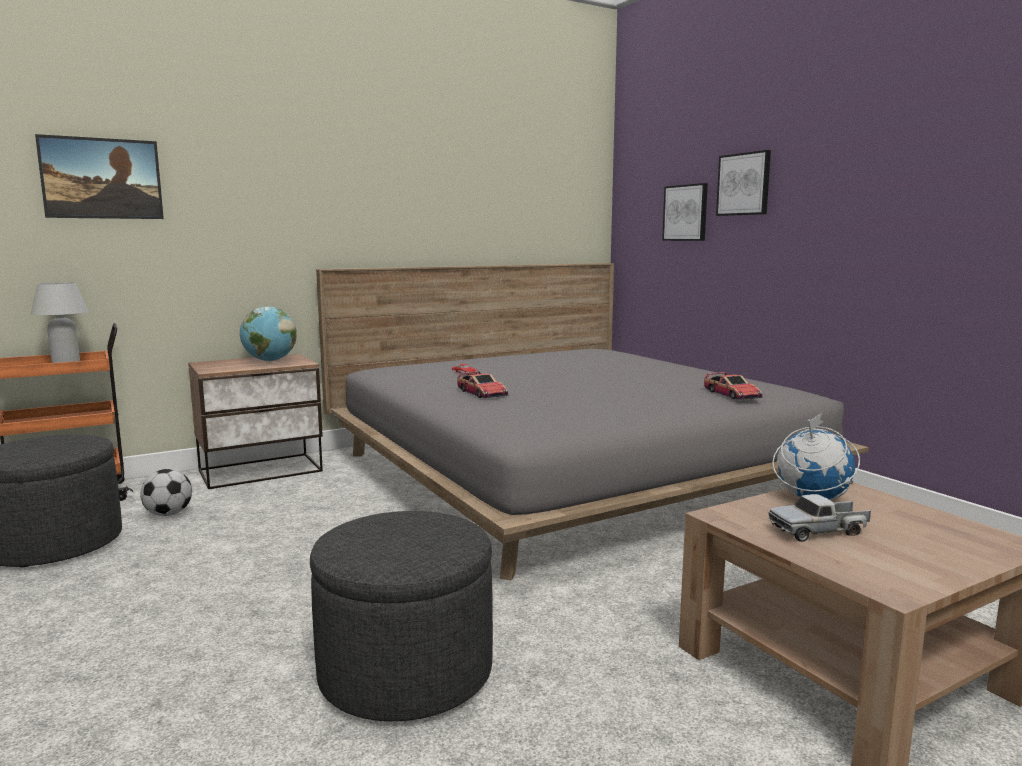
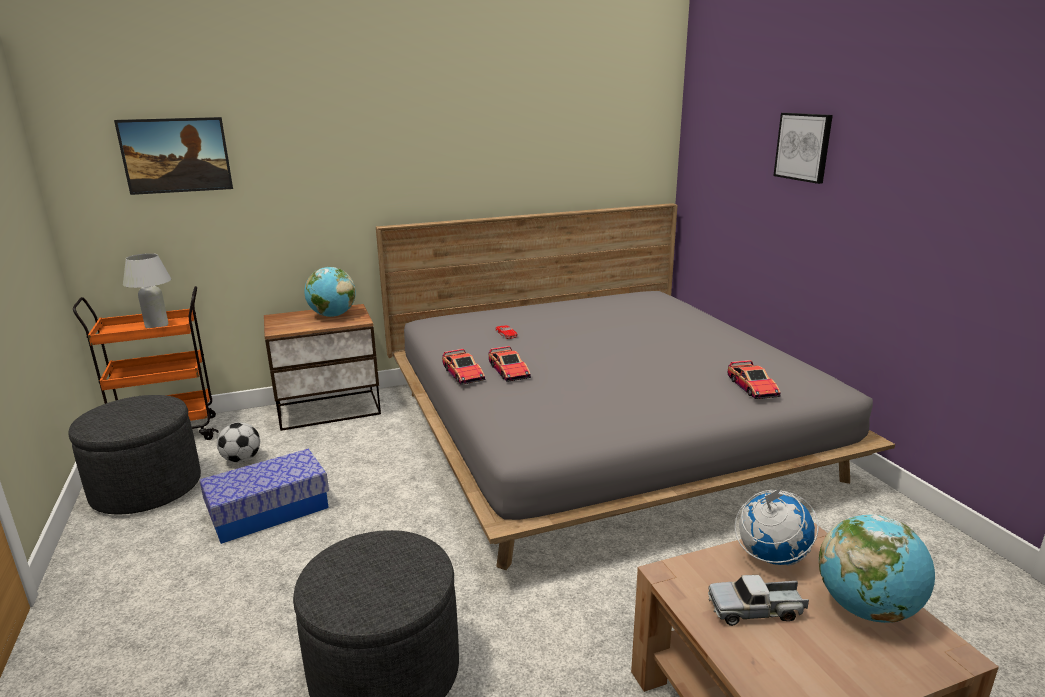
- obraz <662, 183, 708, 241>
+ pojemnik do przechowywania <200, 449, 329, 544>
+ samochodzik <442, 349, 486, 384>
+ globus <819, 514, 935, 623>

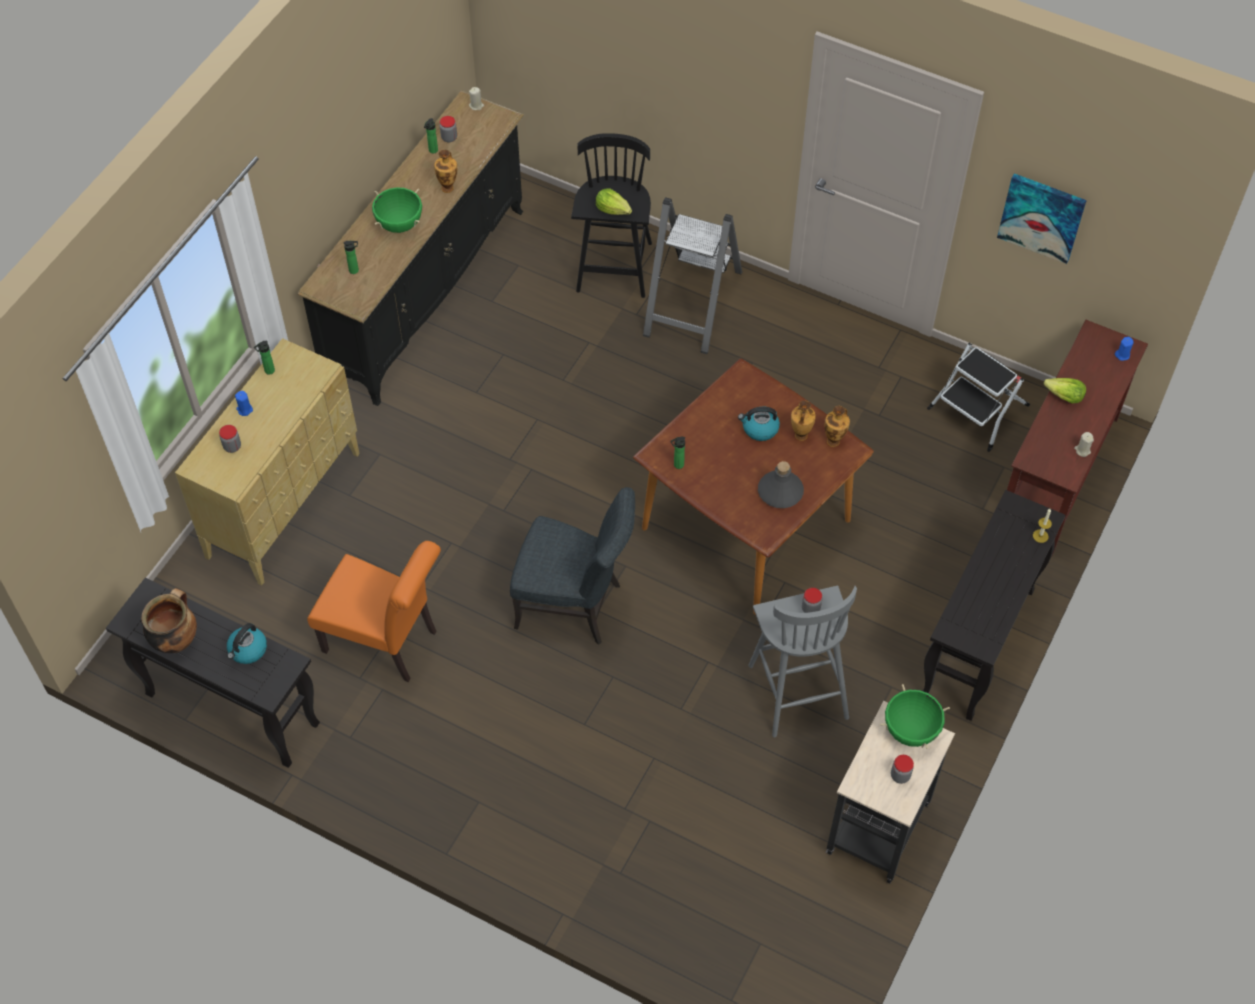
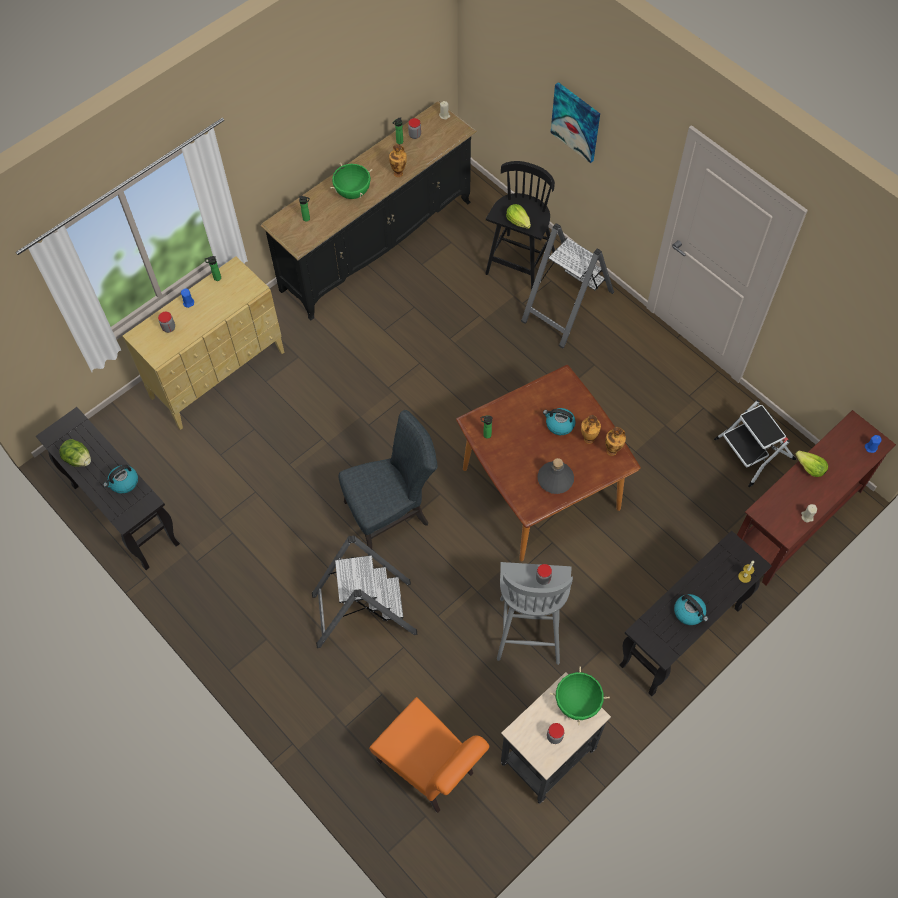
~ garnek <141, 588, 197, 653> to sałata <59, 439, 91, 467>
~ krzesło (pomarańczowy) <307, 541, 441, 682> to <369, 697, 489, 813>
~ krzesło (szary) <510, 487, 635, 645> = <338, 410, 438, 549> 60 degrees counterclockwise
~ obraz <997, 173, 1087, 264> to <551, 82, 600, 163>
+ drabinka (szary) <312, 535, 417, 648>
+ czajnik <674, 594, 708, 625>

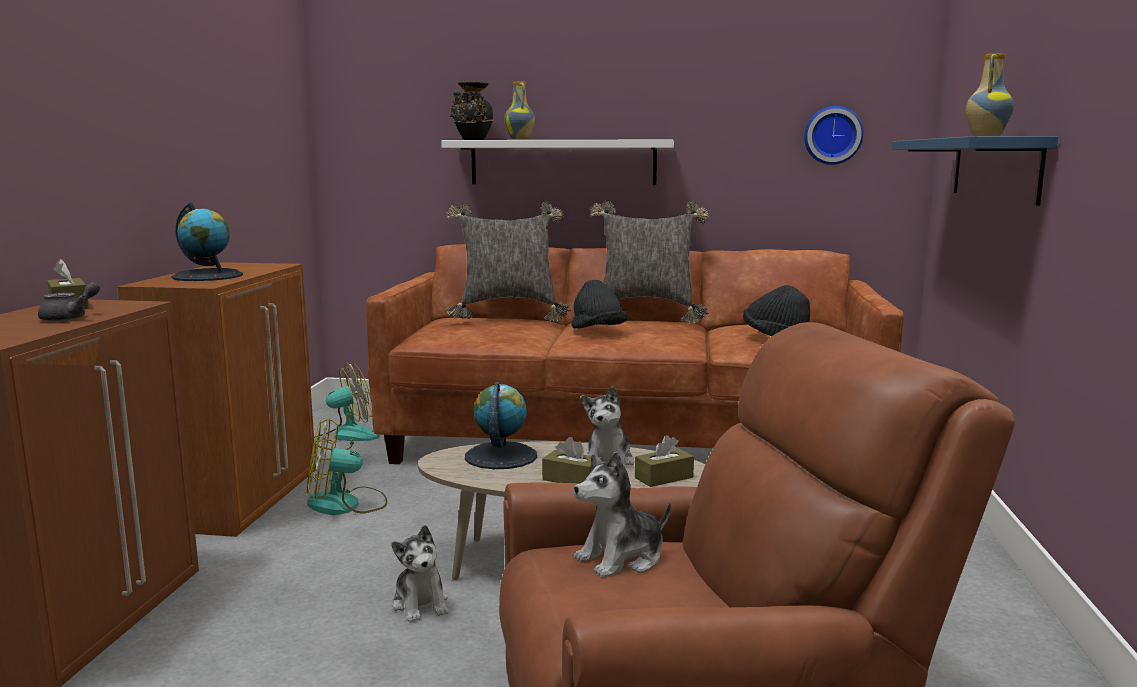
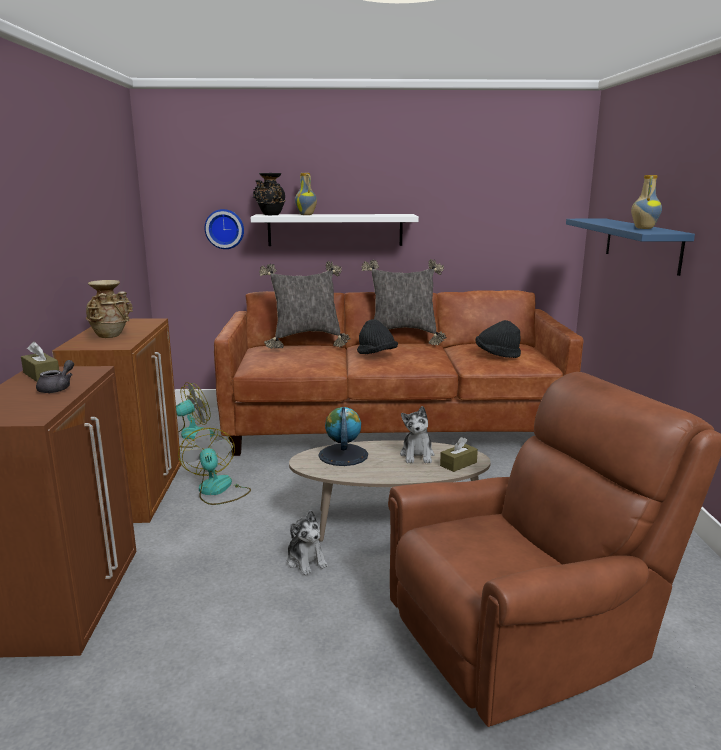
~ globus <171, 202, 243, 281> to wazon (beżowy) <86, 280, 133, 338>
~ wentylator <307, 418, 388, 515> = <178, 428, 251, 505> 90 degrees clockwise
- pudełko chusteczek (brązowy) <542, 437, 602, 484>
- pluszak <574, 452, 671, 578>
~ zegar ścienny <804, 106, 863, 165> to <205, 209, 244, 249>

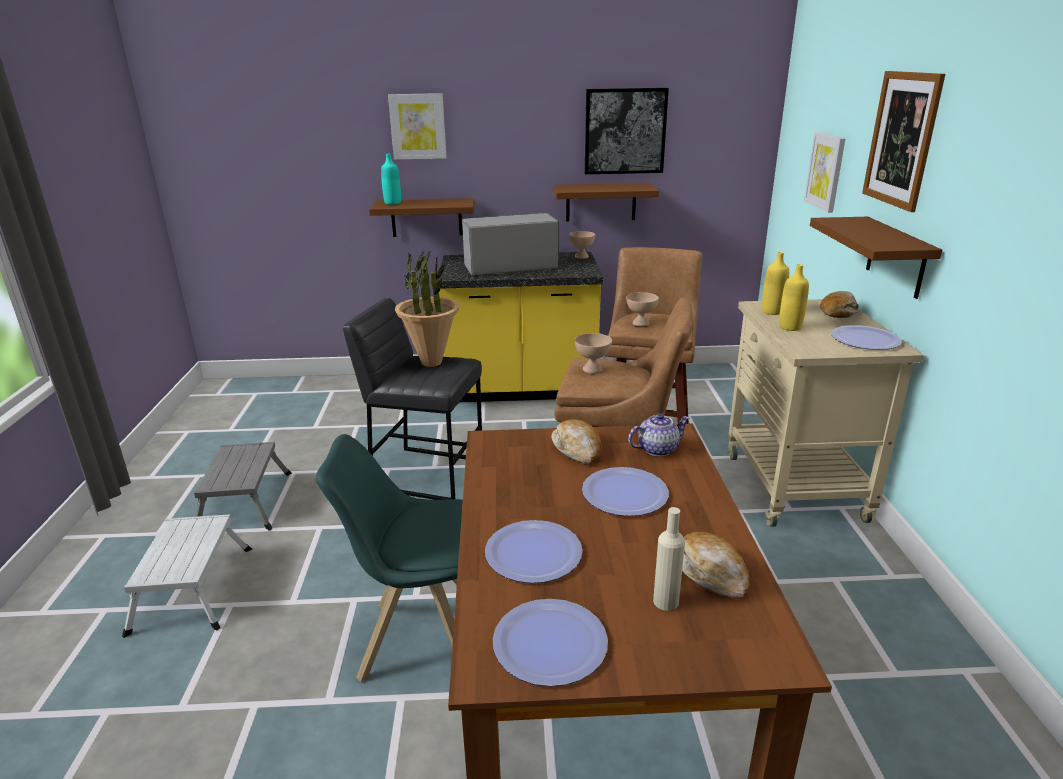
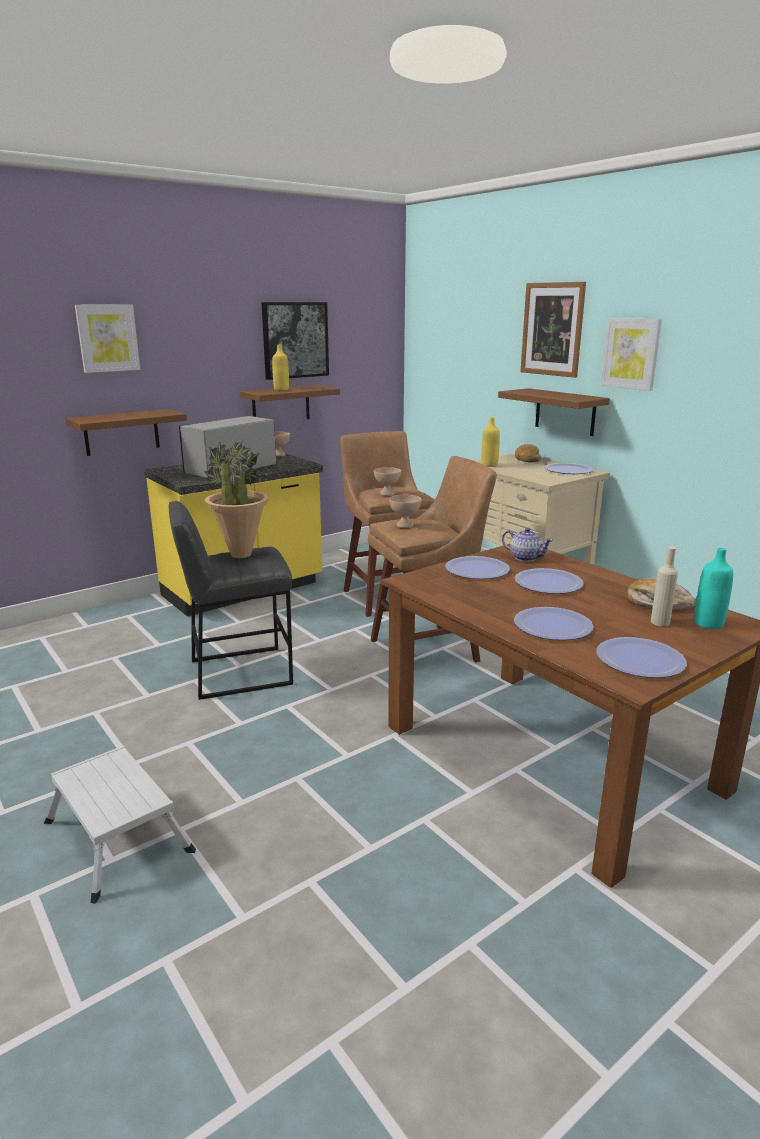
- drabinka (szary) <194, 442, 292, 531>
- krzesło (turkusowy) <316, 434, 463, 682>
~ butelka (turkusowy) <381, 154, 401, 205> to <694, 548, 733, 629>
~ chleb <551, 419, 601, 465> to talerz <445, 556, 510, 579>
~ imbryk <628, 414, 690, 456> = <502, 528, 553, 562> 90 degrees clockwise
~ butelka (żółty) <779, 264, 809, 331> to <272, 344, 289, 390>
~ obraz <804, 132, 845, 213> to <601, 318, 662, 391>

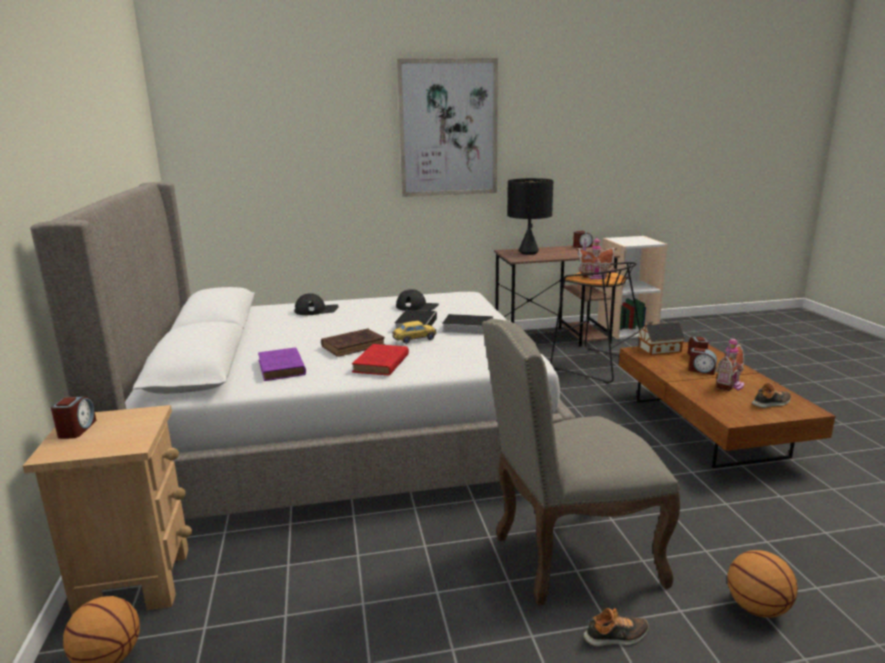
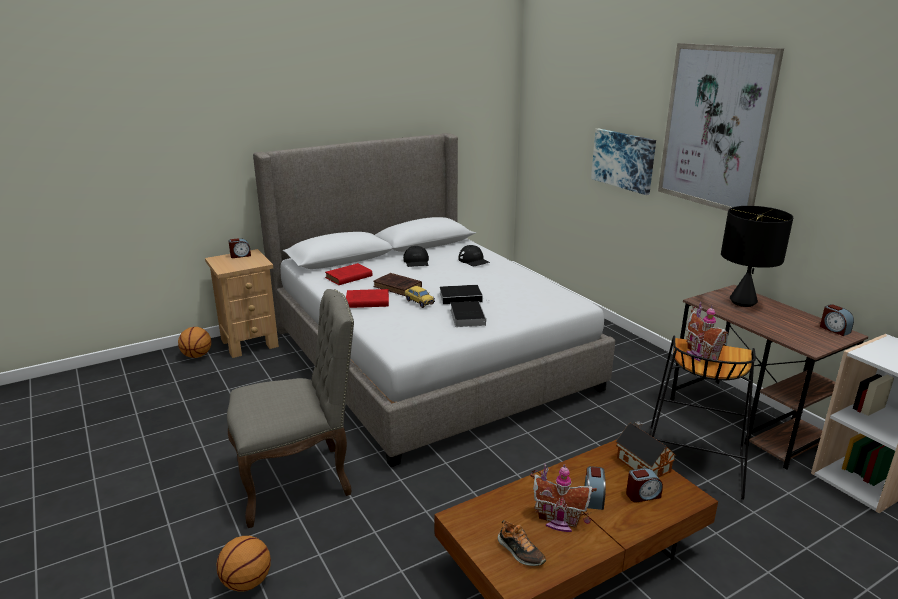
~ książka (fioletowy) <258, 347, 306, 381> to książka (czerwony) <325, 263, 372, 285>
~ czapka z daszkiem (czarny) <396, 289, 439, 311> to <403, 246, 429, 267>
~ krzesło (szary) <482, 318, 680, 606> = <227, 289, 354, 528> 105 degrees clockwise
- but <584, 608, 649, 647>
+ obraz <591, 129, 656, 195>

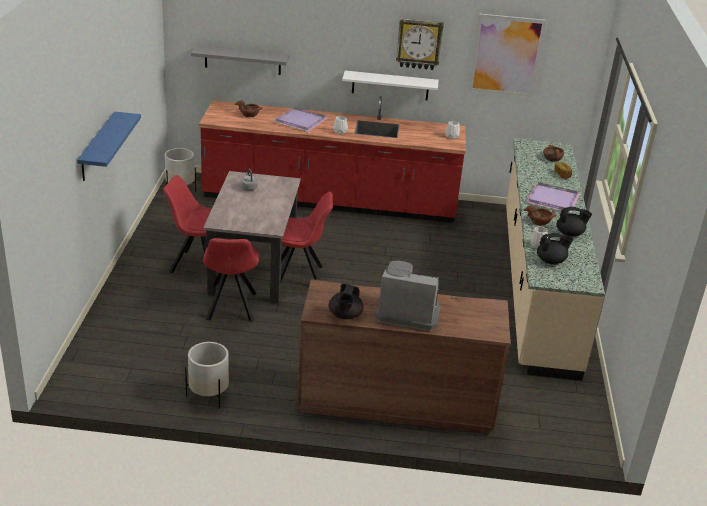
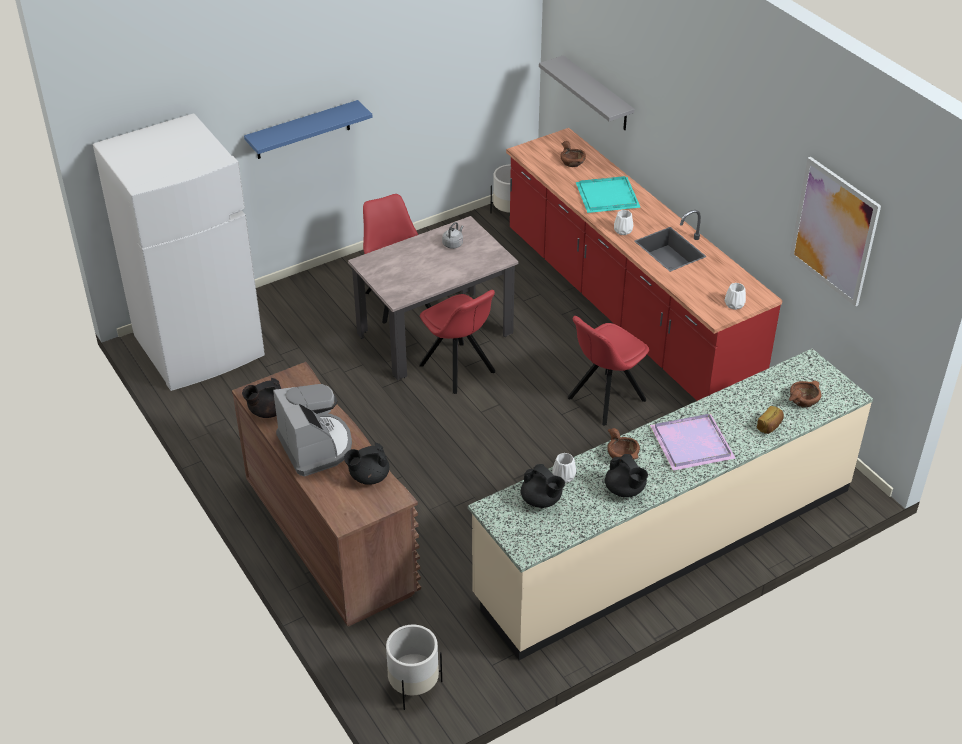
~ donica (biały) <185, 342, 229, 409> to <386, 624, 442, 710>
~ krzesło (czerwony) <203, 238, 259, 321> to <568, 316, 649, 426>
~ taca (fioletowy) <273, 107, 328, 132> to taca (turkusowy) <576, 176, 641, 213>
- półka (biały) <342, 71, 439, 101>
- zegar ścienny <396, 18, 444, 70>
+ lodówka (biały) <93, 113, 265, 391>
+ imbryk (czarny) <344, 443, 389, 485>

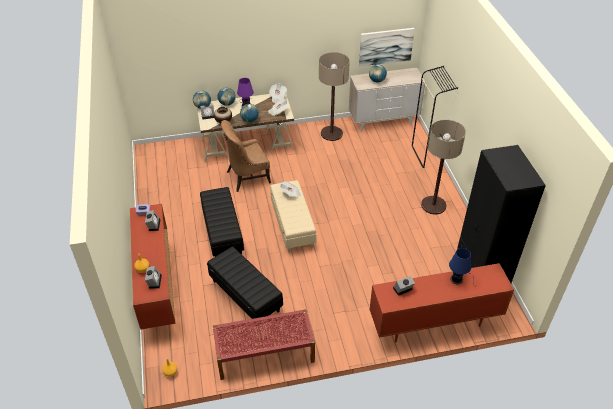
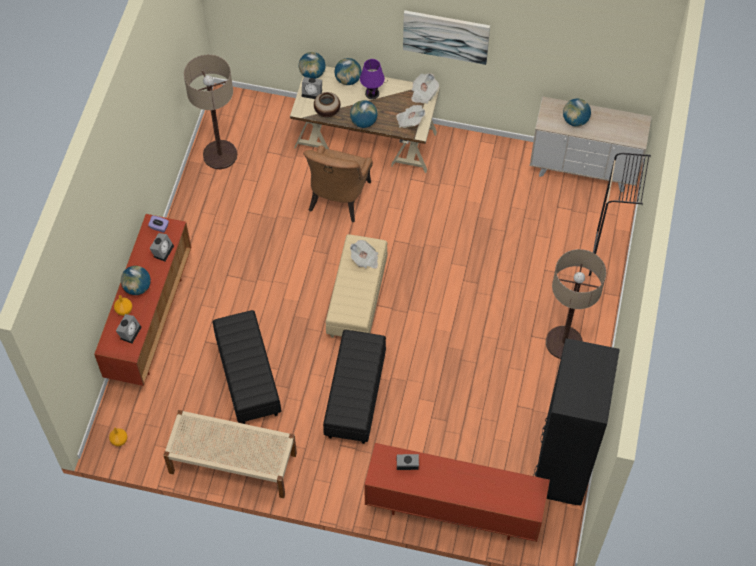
~ pufa (czarny) <200, 187, 244, 256> to <323, 330, 386, 444>
~ ławka (czerwony) <213, 309, 315, 380> to ławka (beżowy) <163, 410, 297, 498>
~ krzesło (brązowy) <221, 120, 271, 192> = <303, 146, 373, 222> 75 degrees counterclockwise
~ lampa stojąca <319, 52, 350, 141> to <184, 55, 237, 169>
~ obraz <359, 28, 415, 67> to <403, 10, 490, 65>
- lampa stołowa (niebieski) <449, 248, 474, 284>
+ globus <121, 266, 151, 295>

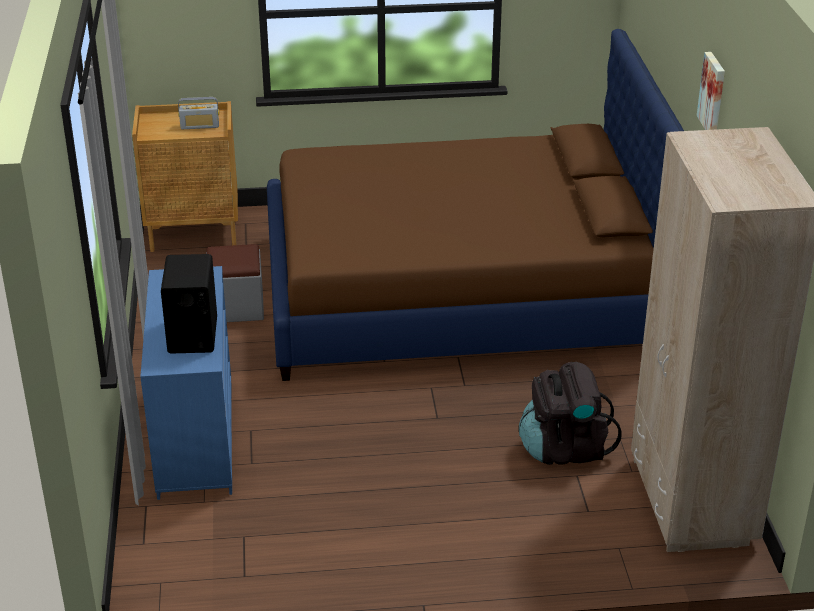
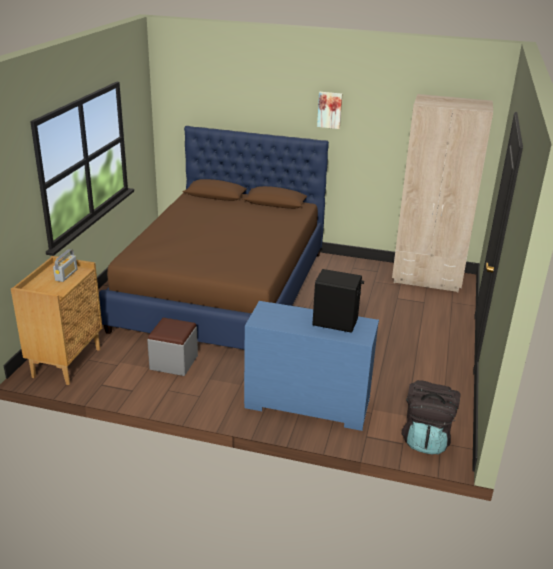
~ plecak (czarny) <519, 362, 621, 465> to <401, 380, 461, 454>

